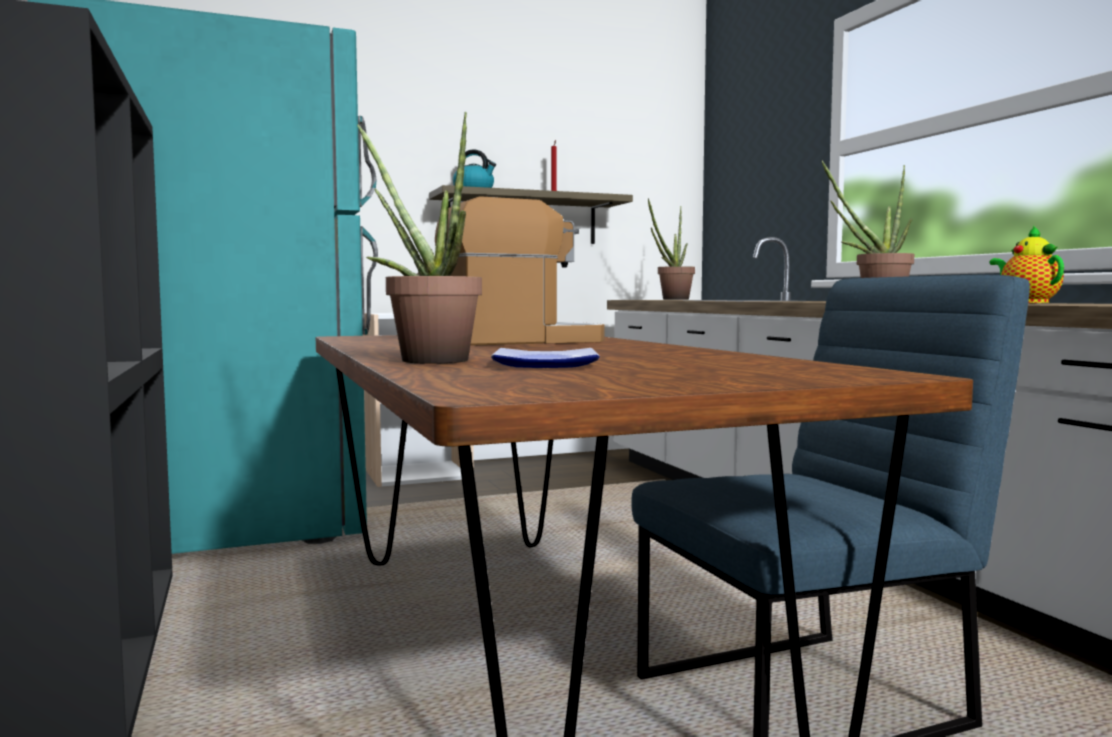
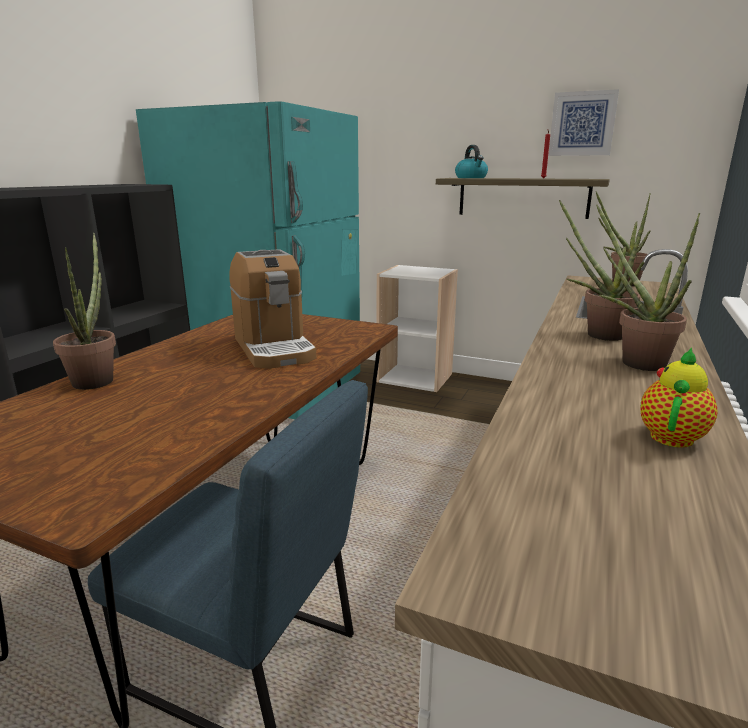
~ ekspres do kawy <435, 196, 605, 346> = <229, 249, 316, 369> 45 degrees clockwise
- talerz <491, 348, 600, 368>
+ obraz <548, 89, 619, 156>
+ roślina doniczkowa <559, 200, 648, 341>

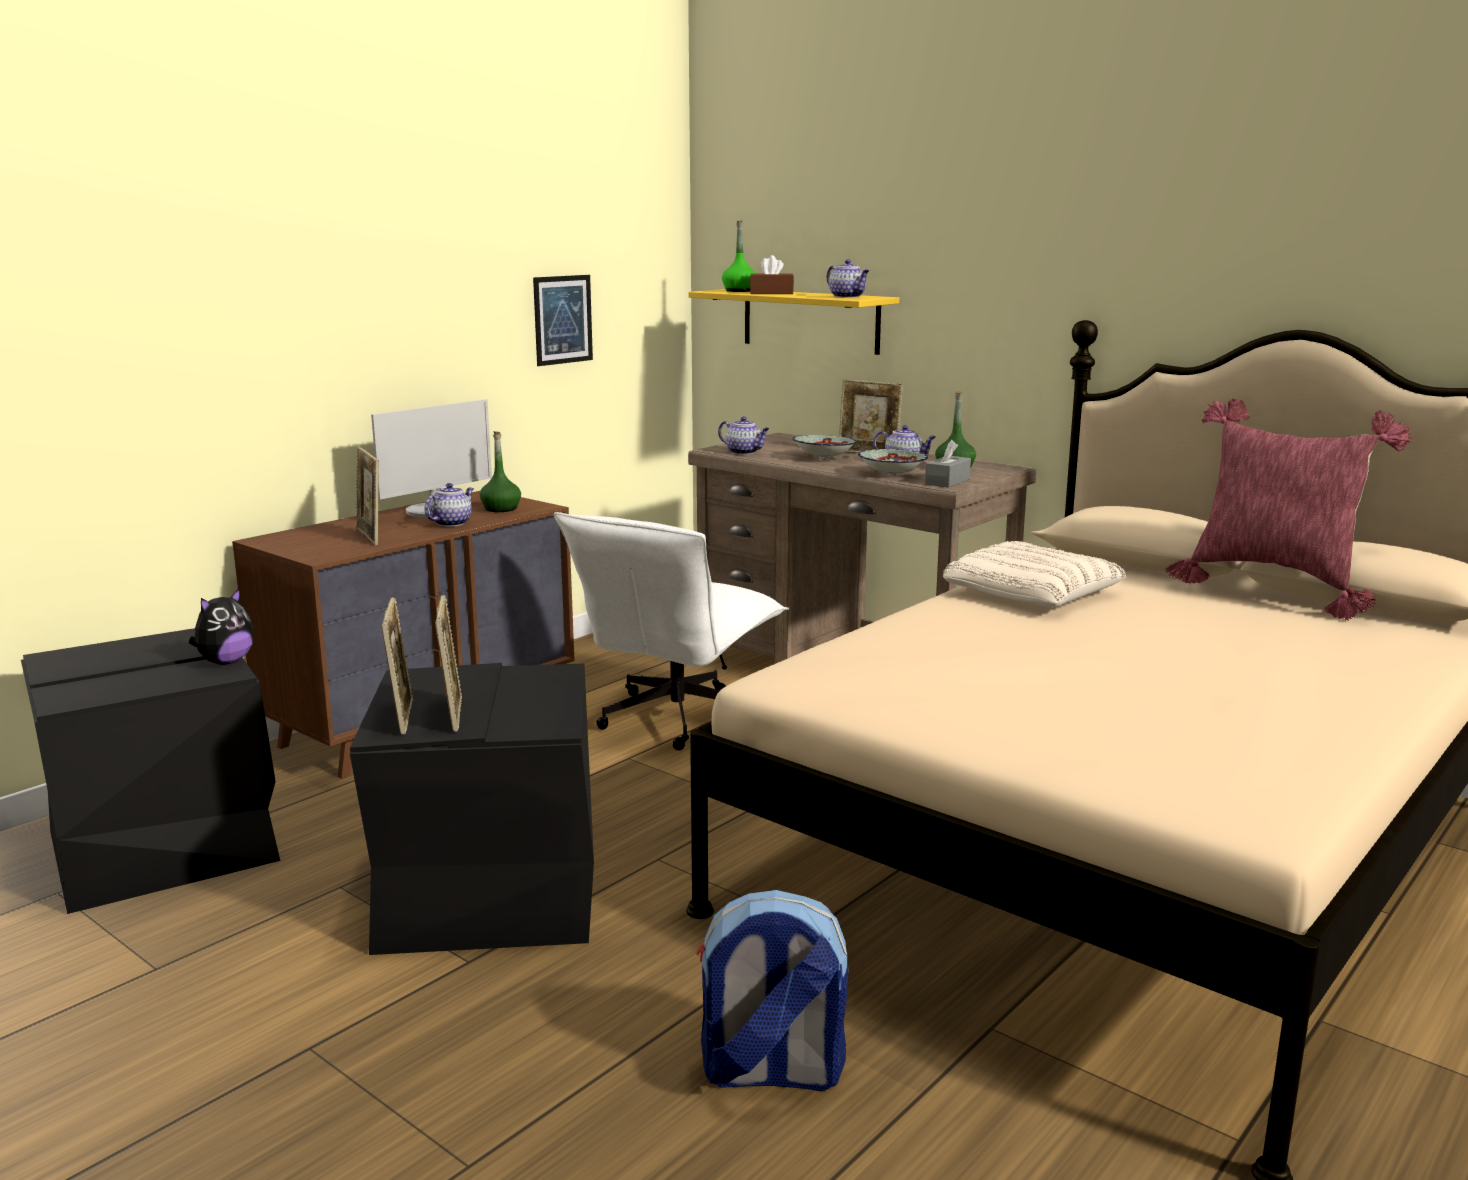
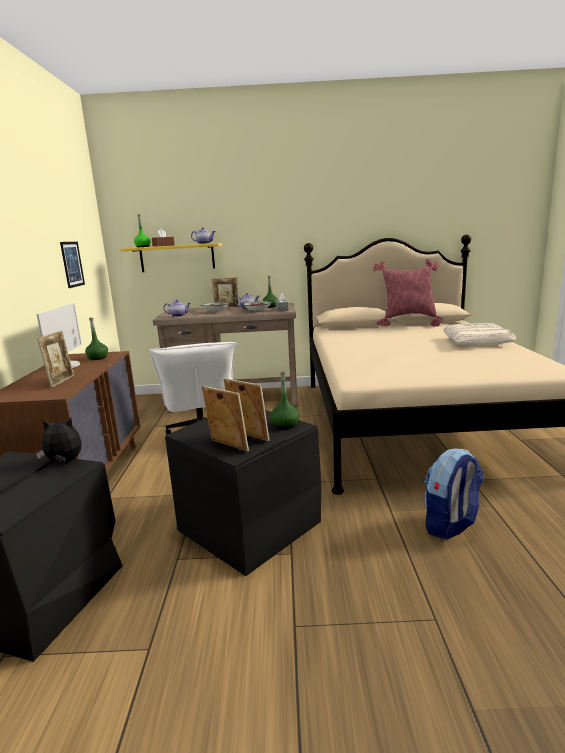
~ pluszak <189, 588, 254, 665> = <36, 417, 82, 463> 90 degrees counterclockwise
~ ramka na zdjęcie <356, 447, 379, 545> = <37, 331, 74, 388> 105 degrees counterclockwise
- imbryk <425, 483, 474, 527>
~ poduszka (beżowy) <943, 541, 1126, 607> to <443, 323, 516, 345>
+ butelka (zielony) <270, 371, 300, 429>

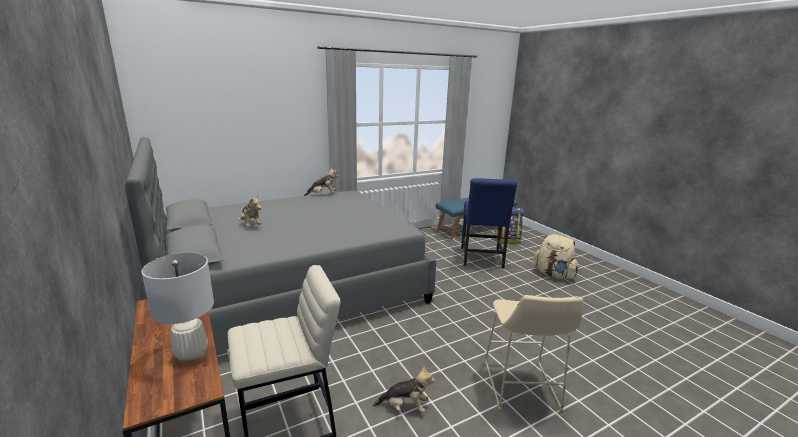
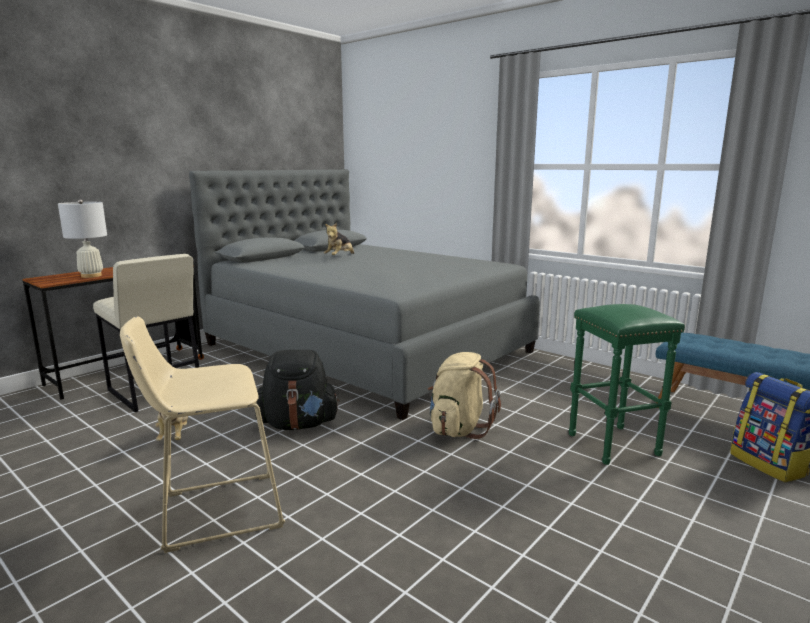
- pluszak <304, 168, 338, 196>
~ krzesło (niebieski) <461, 178, 517, 268> to stołek (zielony) <569, 304, 685, 465>
~ plecak (beżowy) <533, 234, 579, 279> to <428, 352, 501, 439>
+ plecak (czarny) <255, 350, 340, 430>

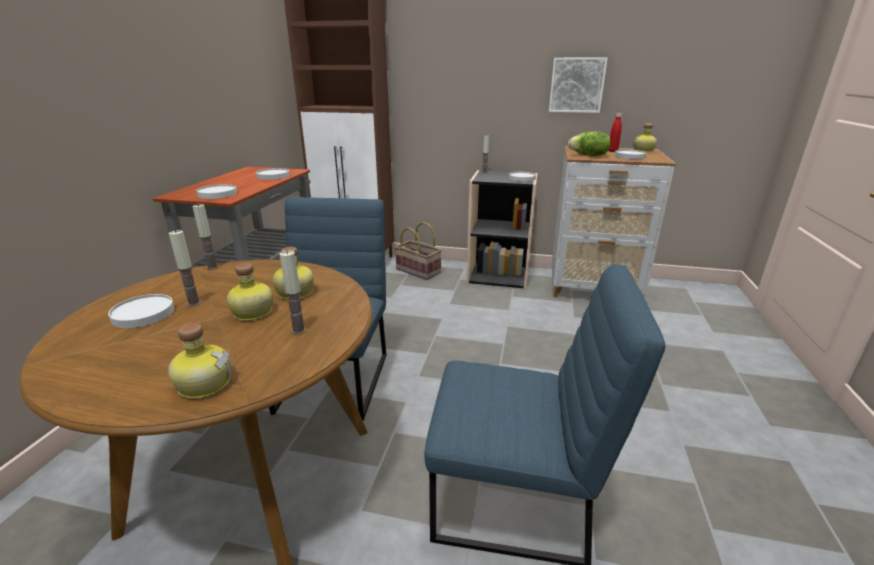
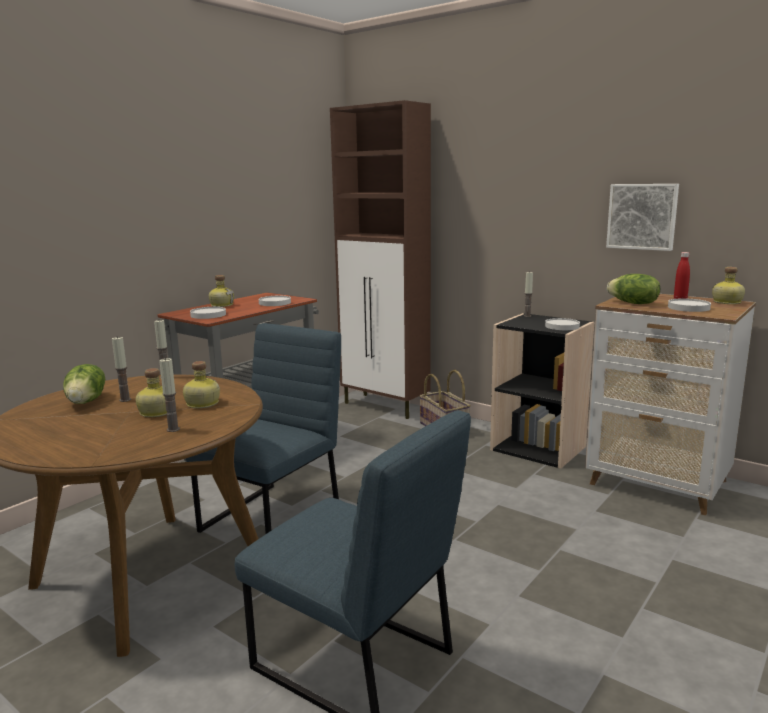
~ talerz (biały) <108, 294, 175, 328> to sałata <63, 364, 105, 404>
~ butelka <168, 323, 231, 399> to <209, 275, 234, 307>

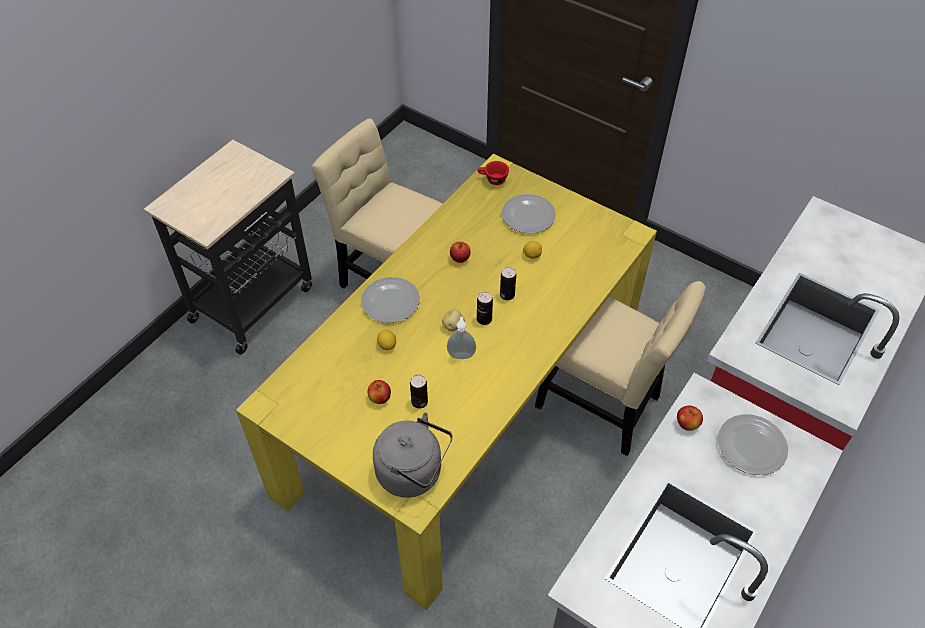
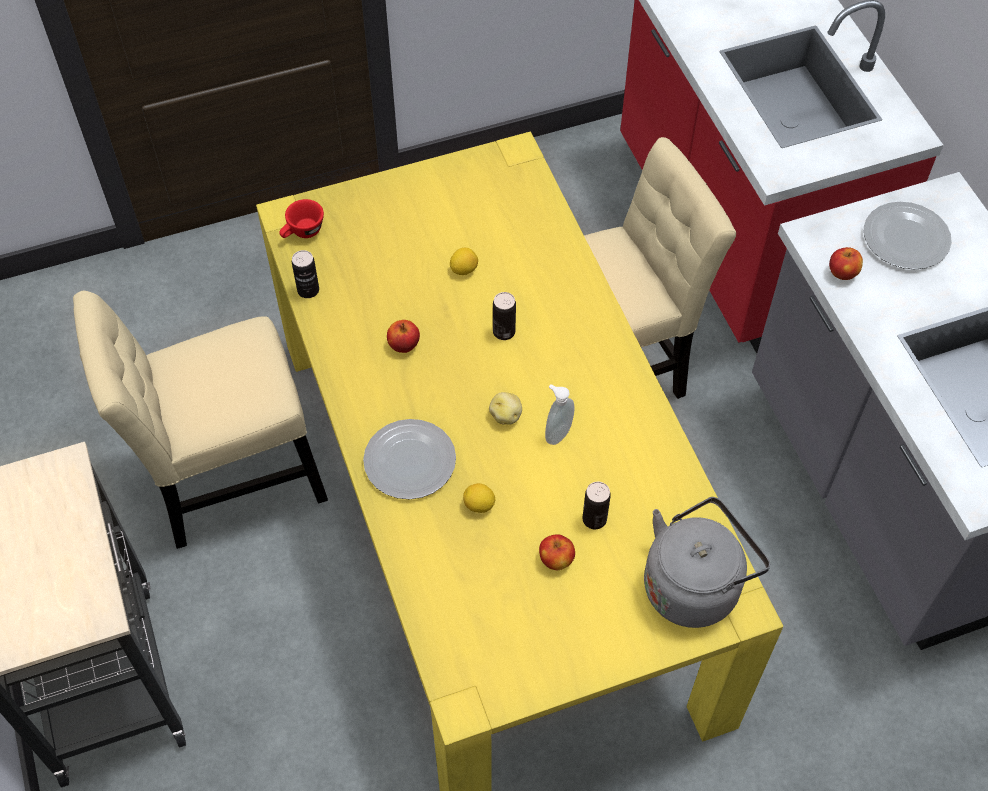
~ puszka <477, 291, 493, 325> to <292, 250, 319, 298>
- talerz <502, 194, 556, 233>

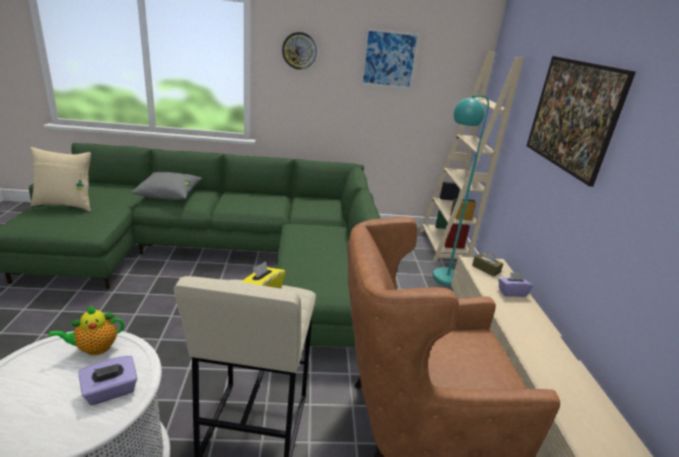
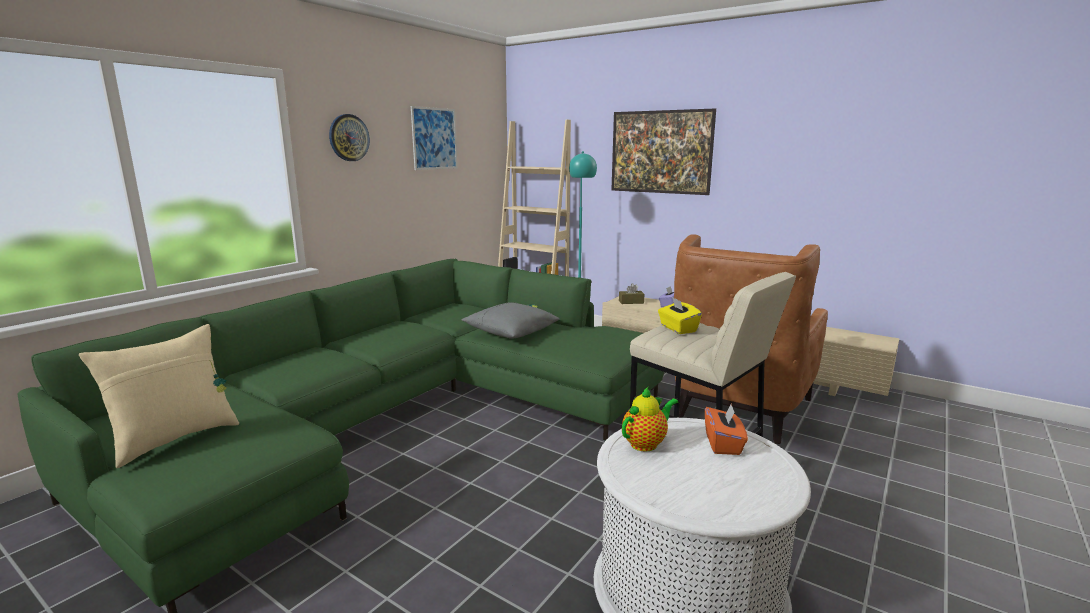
~ imbryk <48, 306, 124, 355> = <622, 387, 679, 451> 135 degrees counterclockwise
~ pudełko chusteczek (fioletowy) <78, 356, 137, 405> to pudełko chusteczek (pomarańczowy) <705, 404, 748, 455>
~ poduszka (szary) <131, 172, 202, 200> to <461, 302, 560, 339>

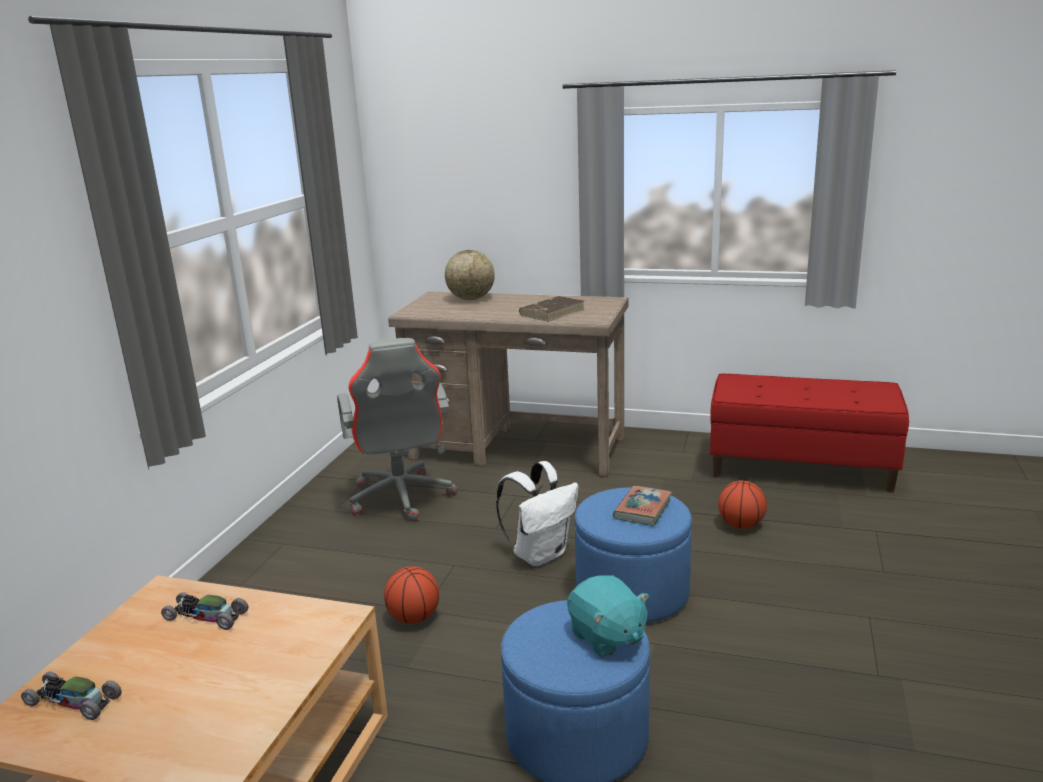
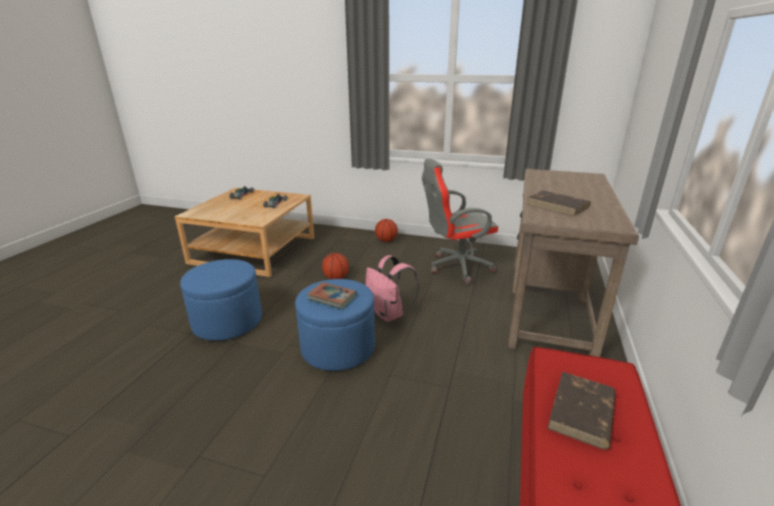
- globus <445, 250, 495, 300>
~ plecak (biały) <496, 461, 578, 566> to plecak (różowy) <365, 255, 419, 322>
- pluszak (turkusowy) <567, 575, 649, 657>
~ piłka do koszykówki <718, 480, 767, 529> to <375, 219, 398, 242>
+ książka (brązowy) <547, 372, 616, 450>

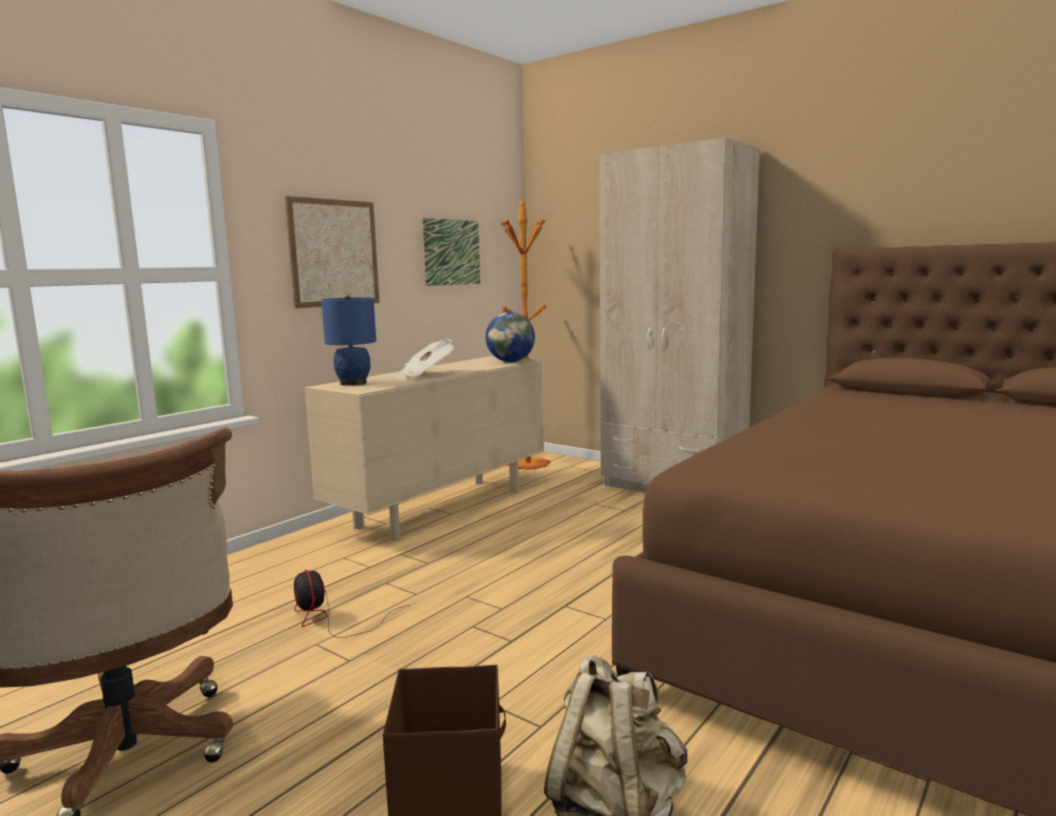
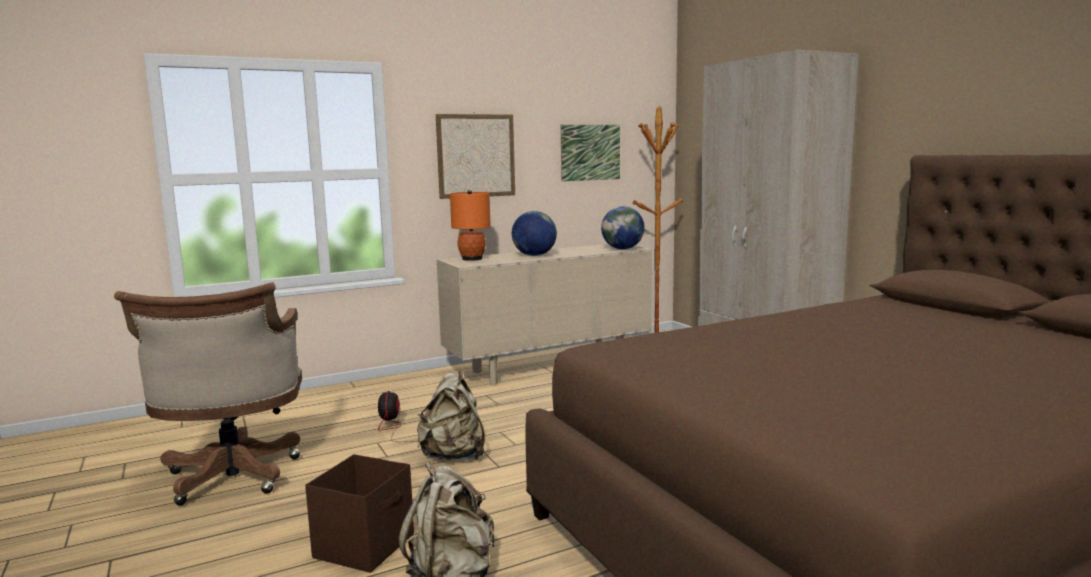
~ lampa stołowa (niebieski) <321, 294, 376, 386> to lampa stołowa (pomarańczowy) <450, 190, 491, 261>
~ gazeta <395, 339, 454, 378> to globus <512, 211, 557, 256>
+ plecak (beżowy) <417, 371, 485, 460>

